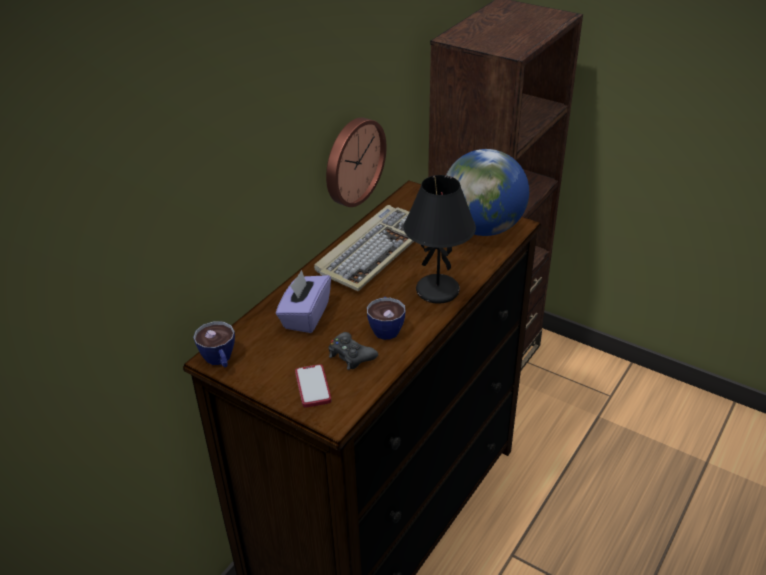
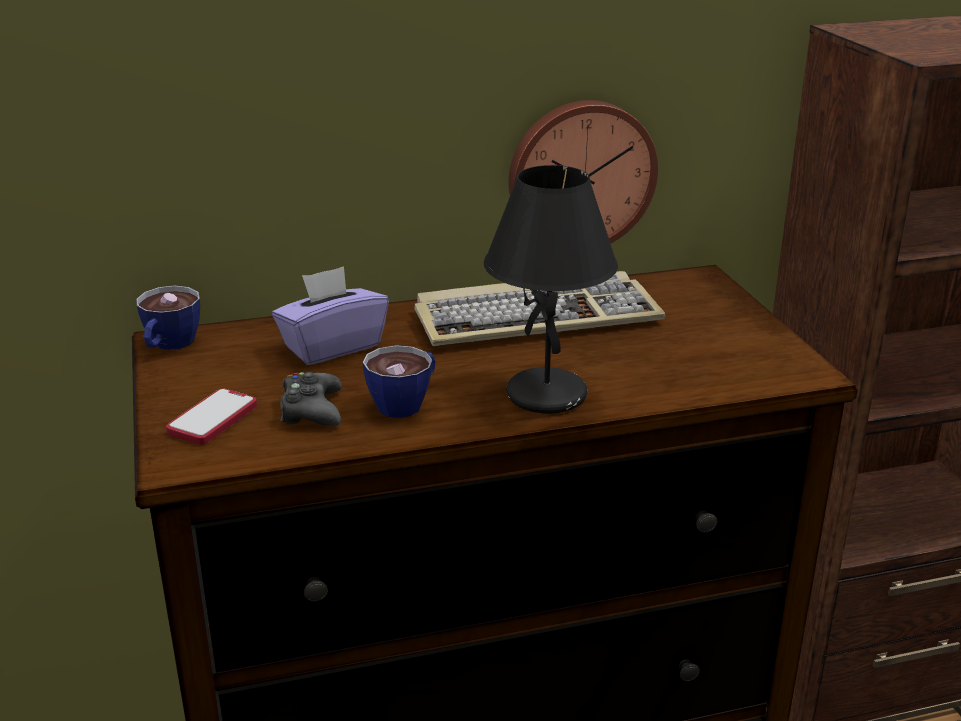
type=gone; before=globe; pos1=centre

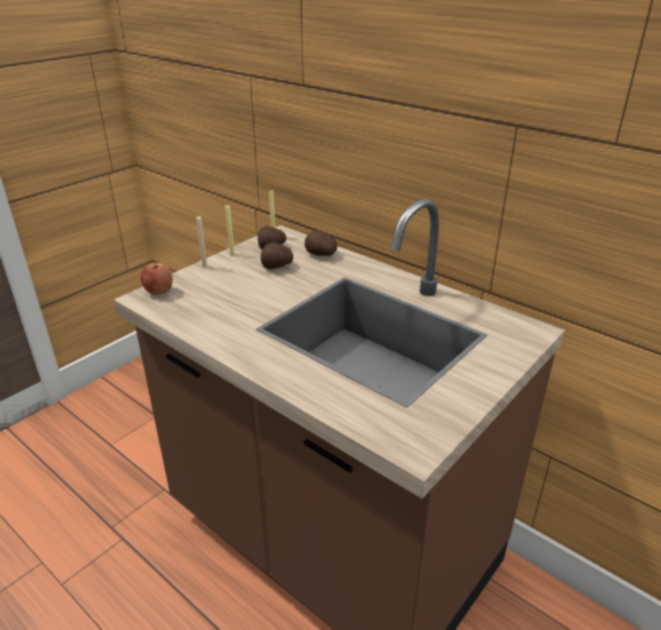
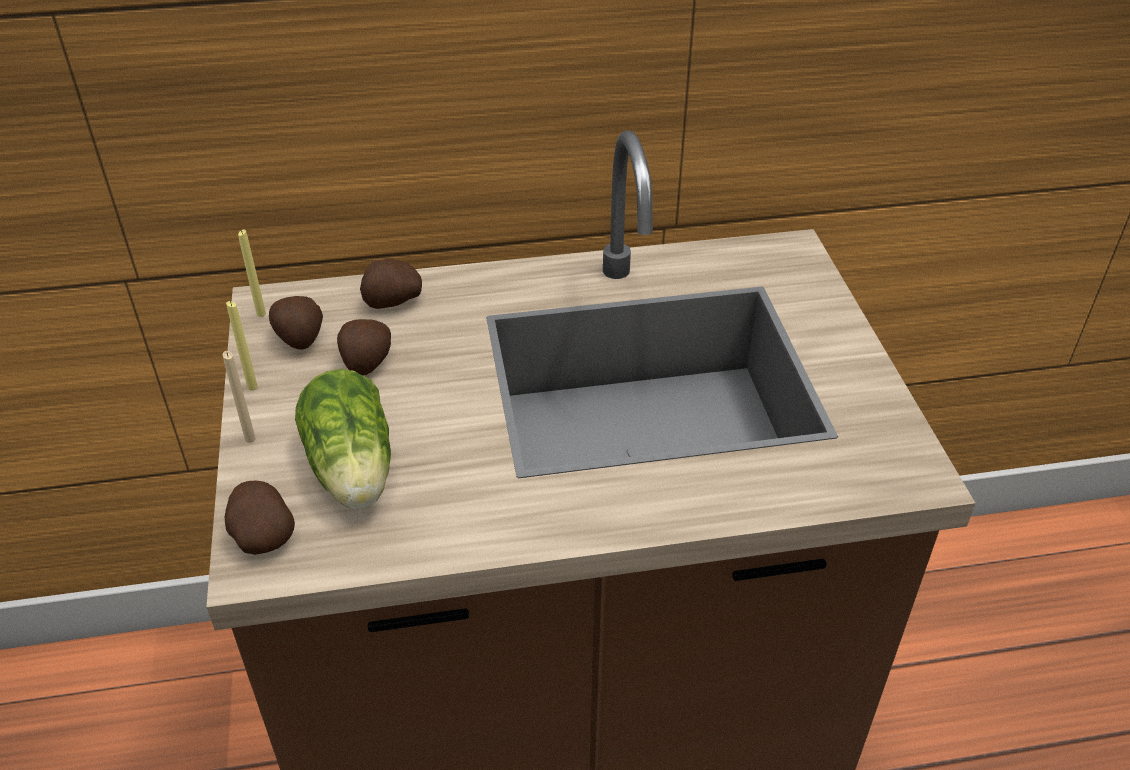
type=new; after=lettuce; pos2=middle left
type=swapped; before=apple; after=potato (no. 1 from left); pos1=middle left; pos2=bottom left

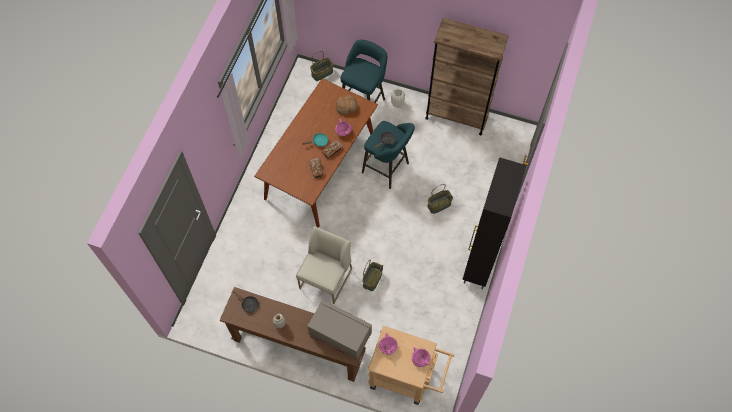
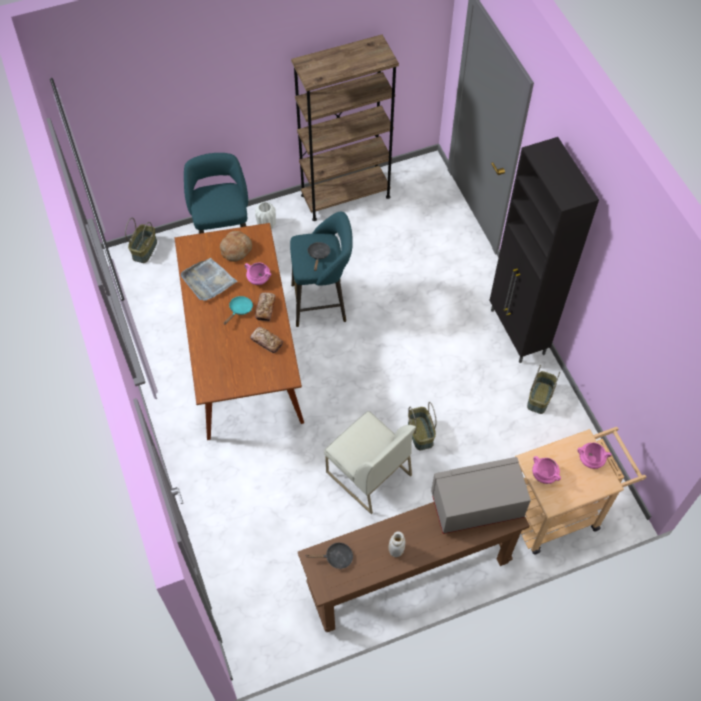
type=new; after=grey tray; pos2=middle left
type=shifted; before=basket (no. 3 from left); pos1=centre; pos2=middle right
type=rotated; before=white chair; pos1=centre; pos2=centre; turn=150

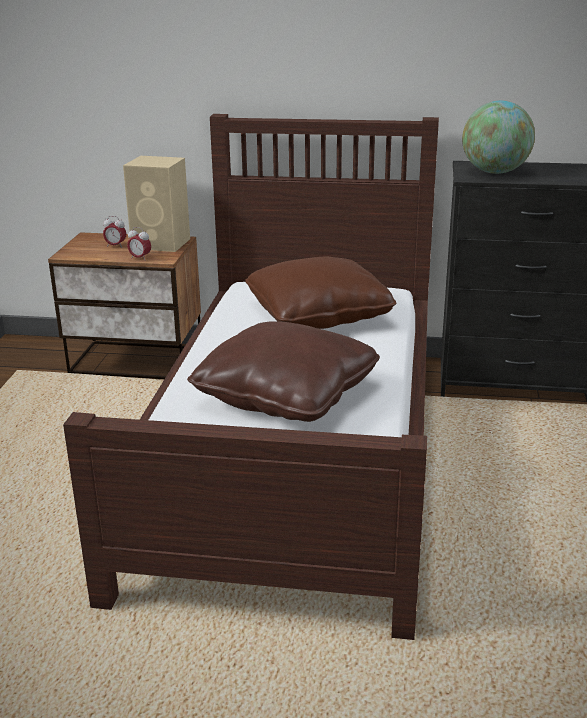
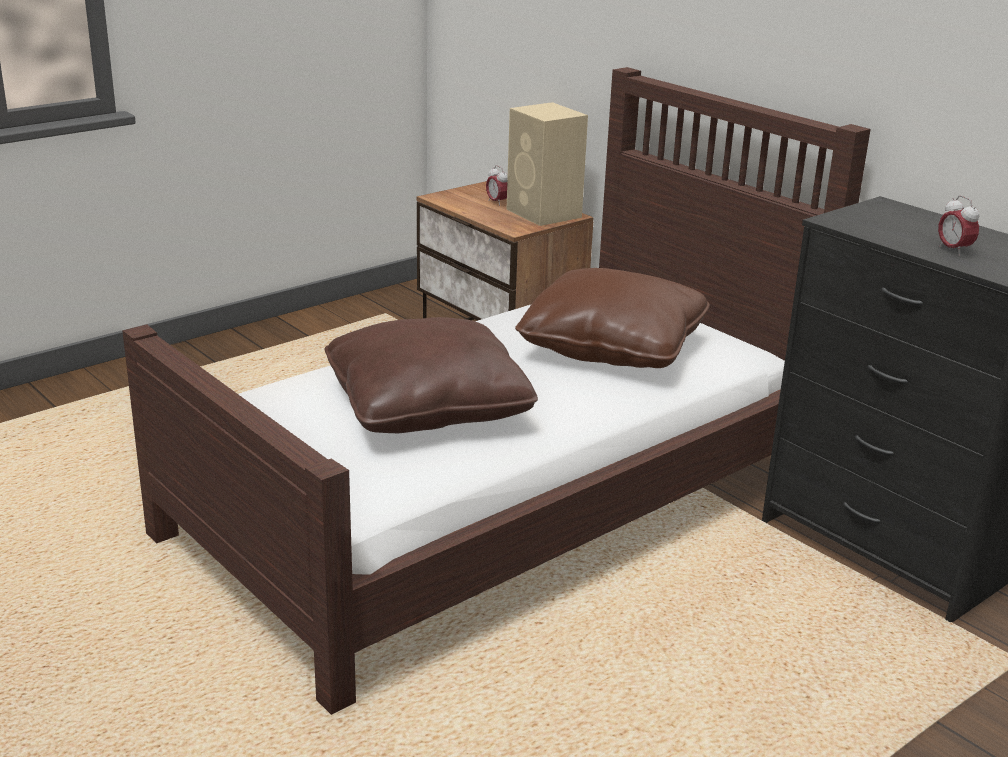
type=gone; before=globe; pos1=top right
type=shifted; before=alarm clock (no. 2 from left); pos1=middle left; pos2=top right

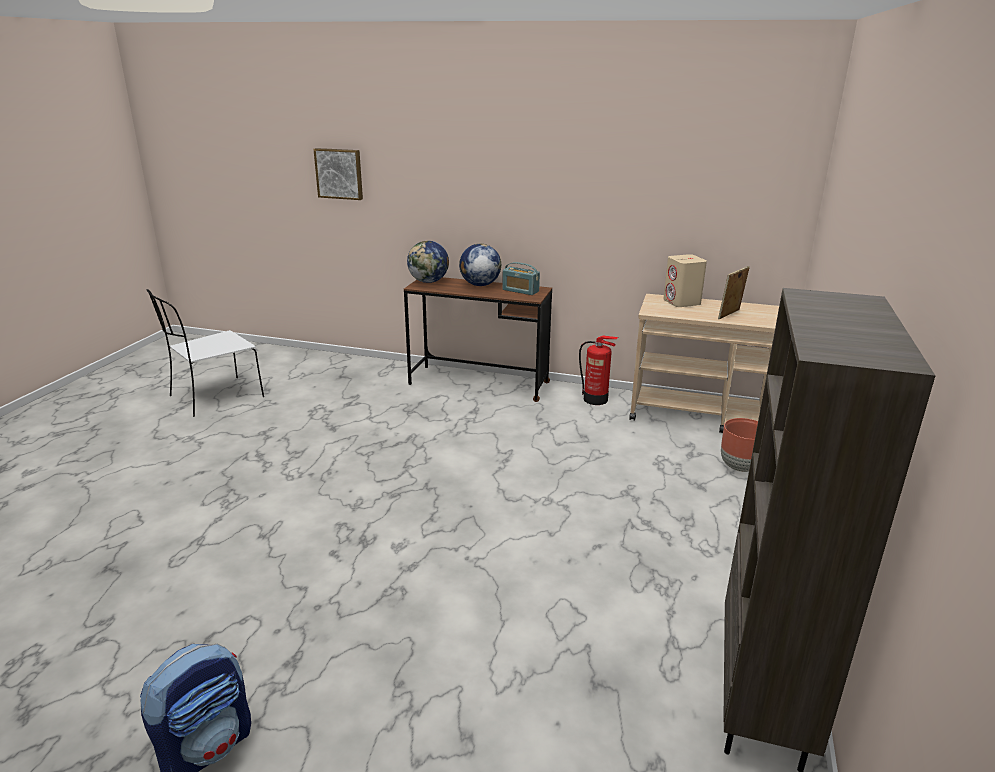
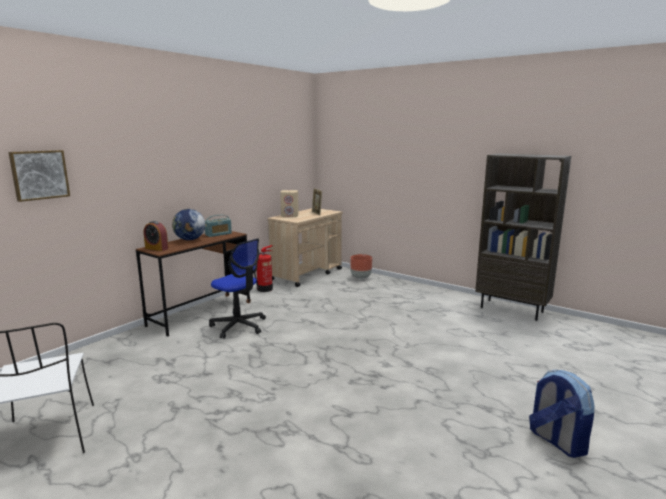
type=new; after=office chair; pos2=centre
type=swapped; before=globe (no. 1 from left); after=alarm clock; pos1=centre; pos2=middle left

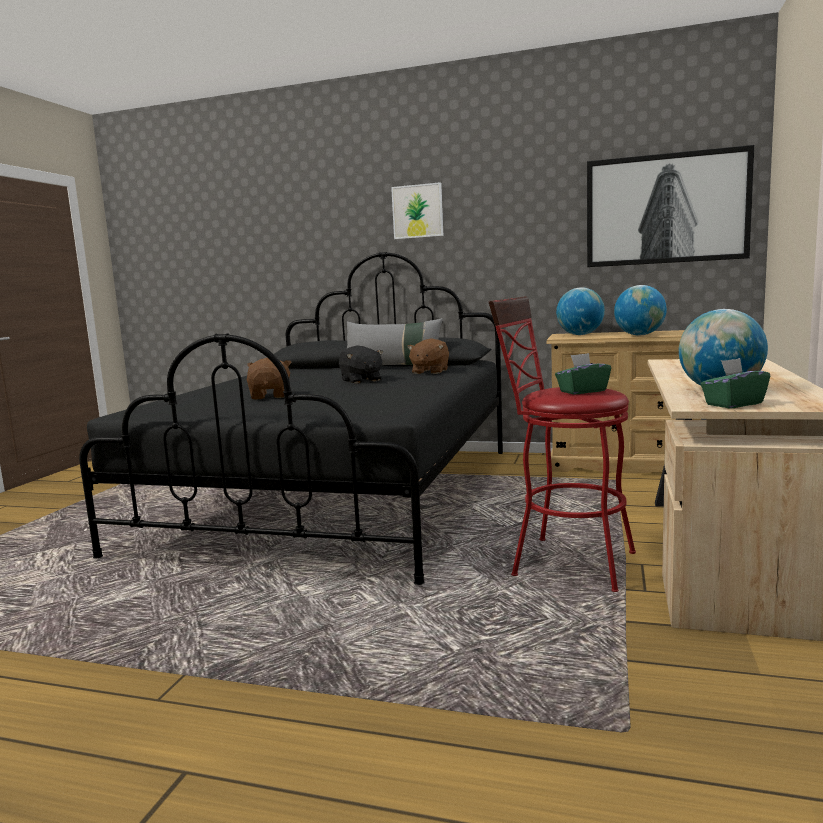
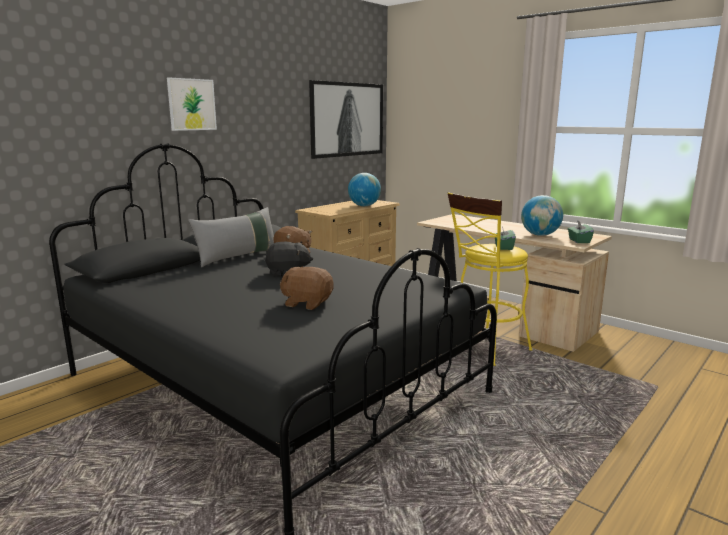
type=gone; before=globe (no. 1 from left); pos1=middle right
type=repainted; before=red stool; after=yellow stool; pos1=middle right; pos2=middle right

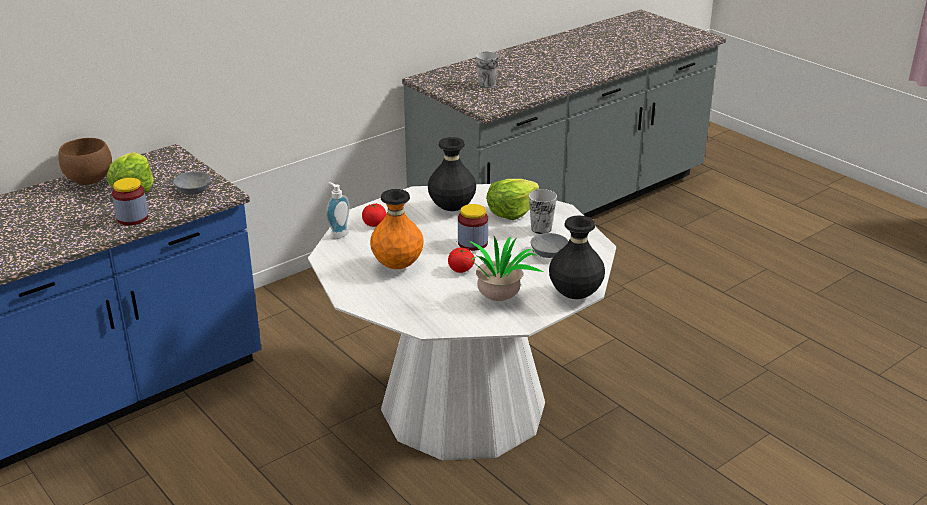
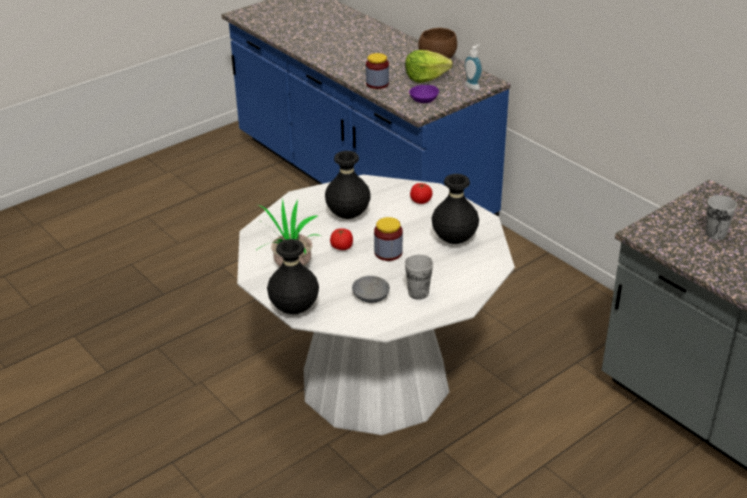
type=gone; before=lettuce (no. 2 from left); pos1=centre
type=shifted; before=soap dispenser; pos1=centre; pos2=top centre
type=repainted; before=grey bowl (no. 1 from left); after=purple bowl; pos1=middle left; pos2=top centre
type=repainted; before=orange vase; after=black vase (no. 2 from left); pos1=centre; pos2=centre

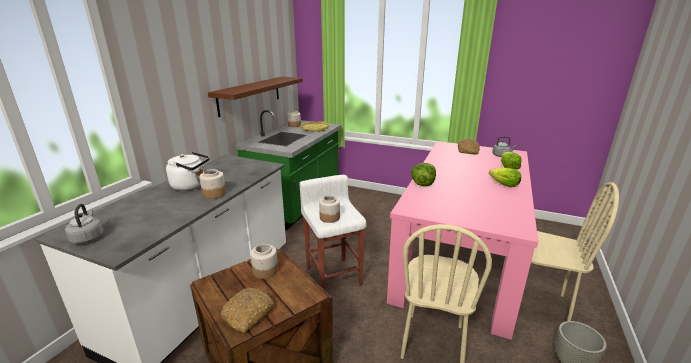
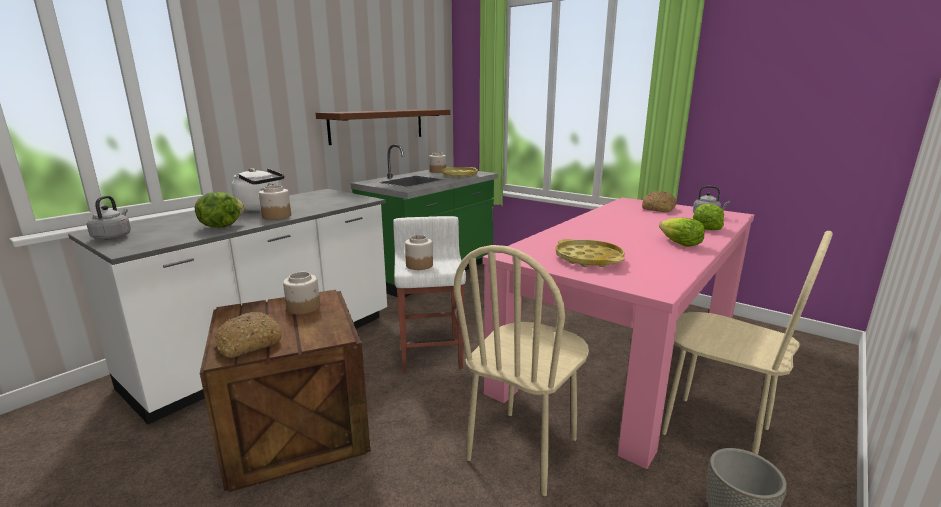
type=new; after=yellow tray (no. 2 from left); pos2=centre
type=shifted; before=lettuce (no. 1 from left); pos1=centre; pos2=middle left

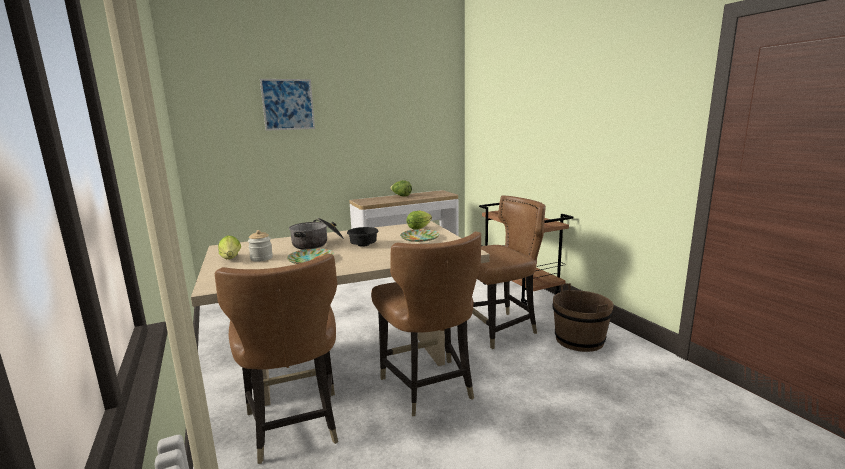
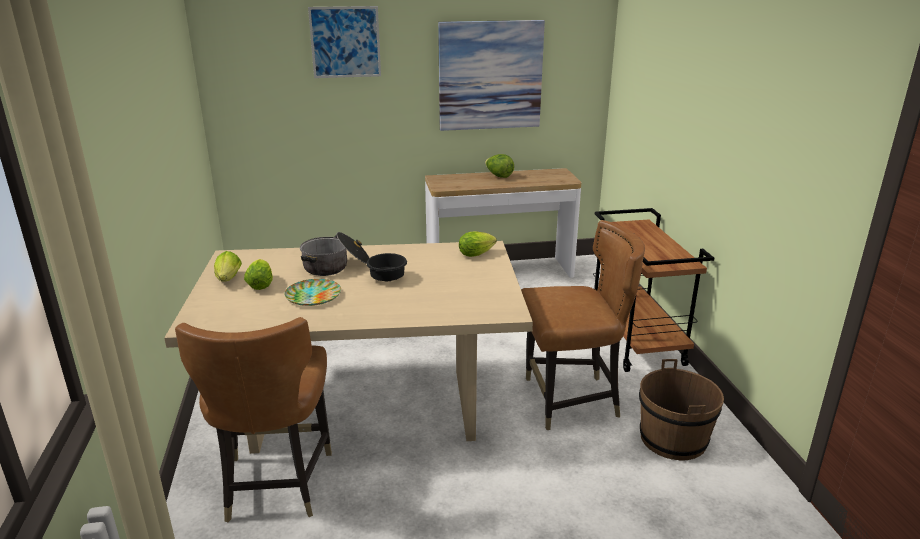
type=gone; before=brown chair (no. 2 from left); pos1=bottom centre
type=gone; before=plate (no. 2 from left); pos1=centre
type=new; after=picture (no. 2 from left); pos2=top centre
type=swapped; before=jar; after=lettuce (no. 2 from left); pos1=middle left; pos2=middle left

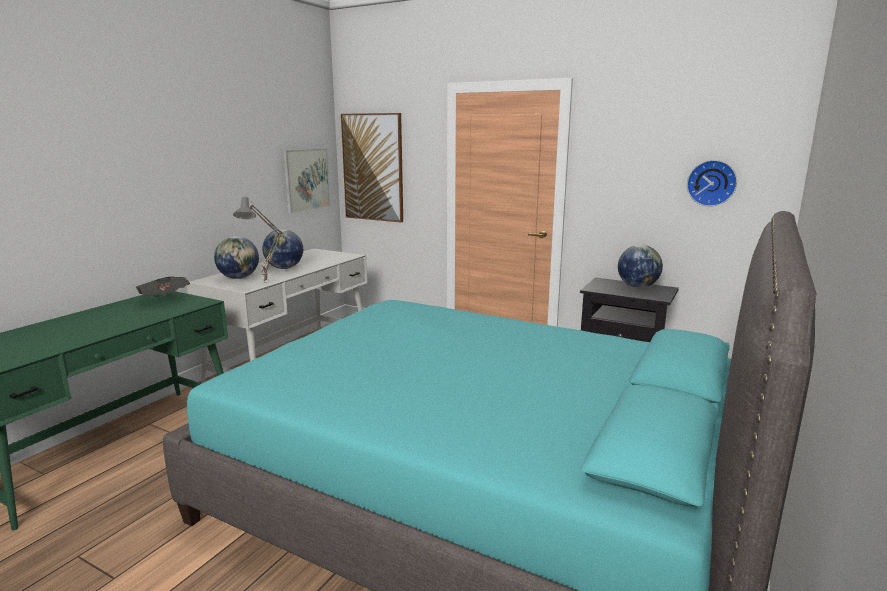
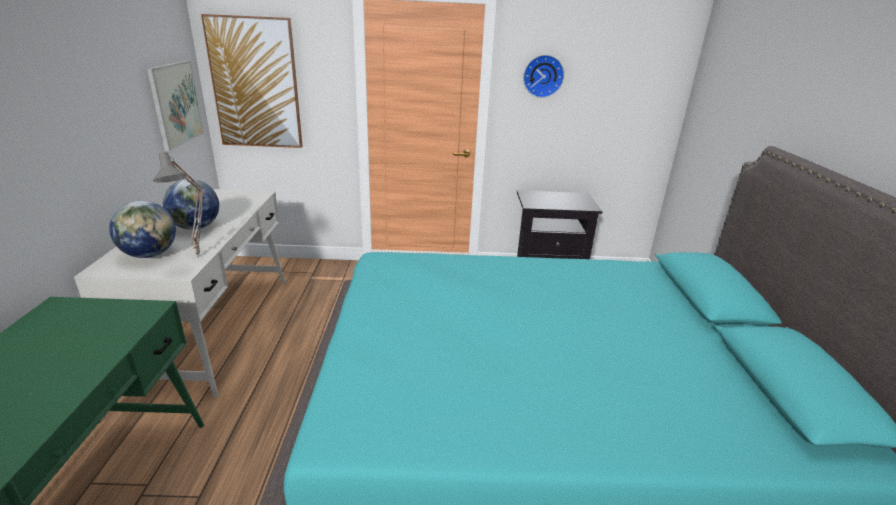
type=gone; before=newspaper; pos1=middle left
type=gone; before=globe (no. 3 from left); pos1=middle right
type=shifted; before=wall clock; pos1=top right; pos2=top centre

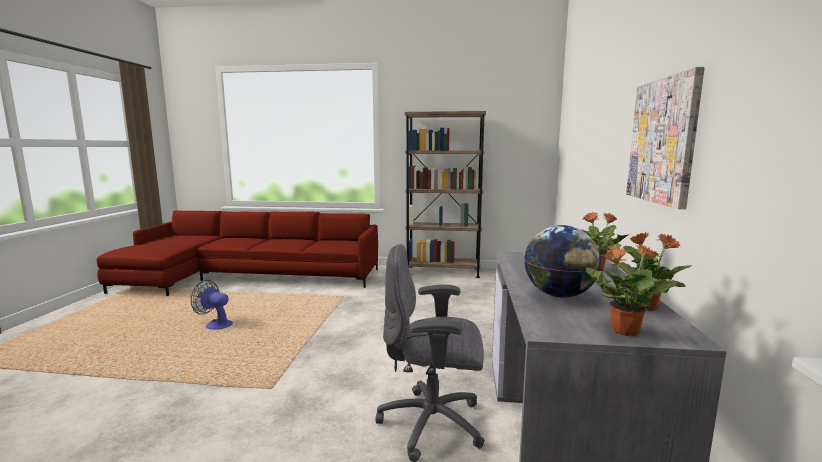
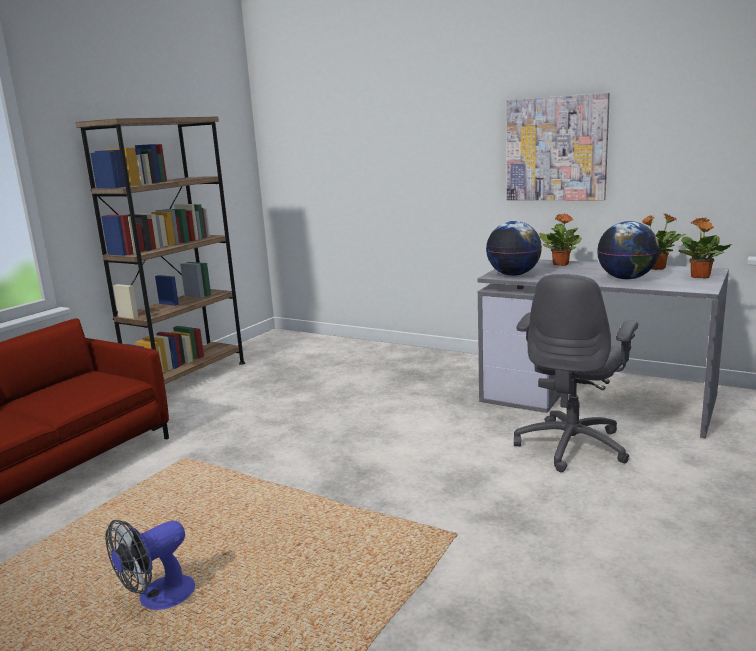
type=new; after=globe (no. 1 from left); pos2=middle right

